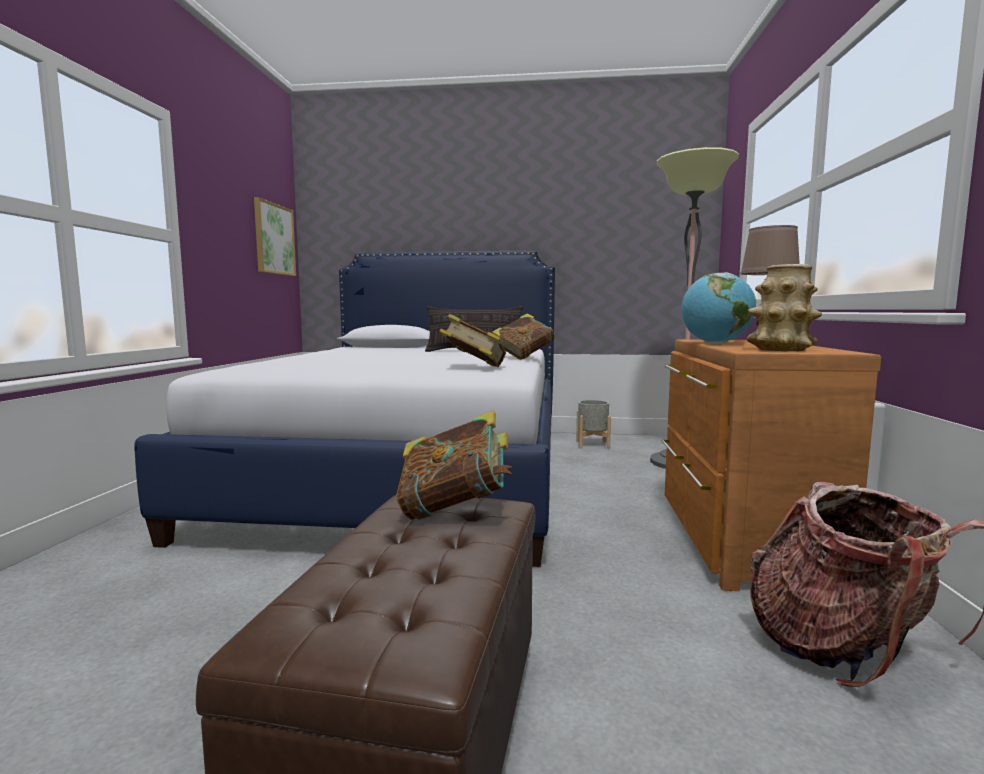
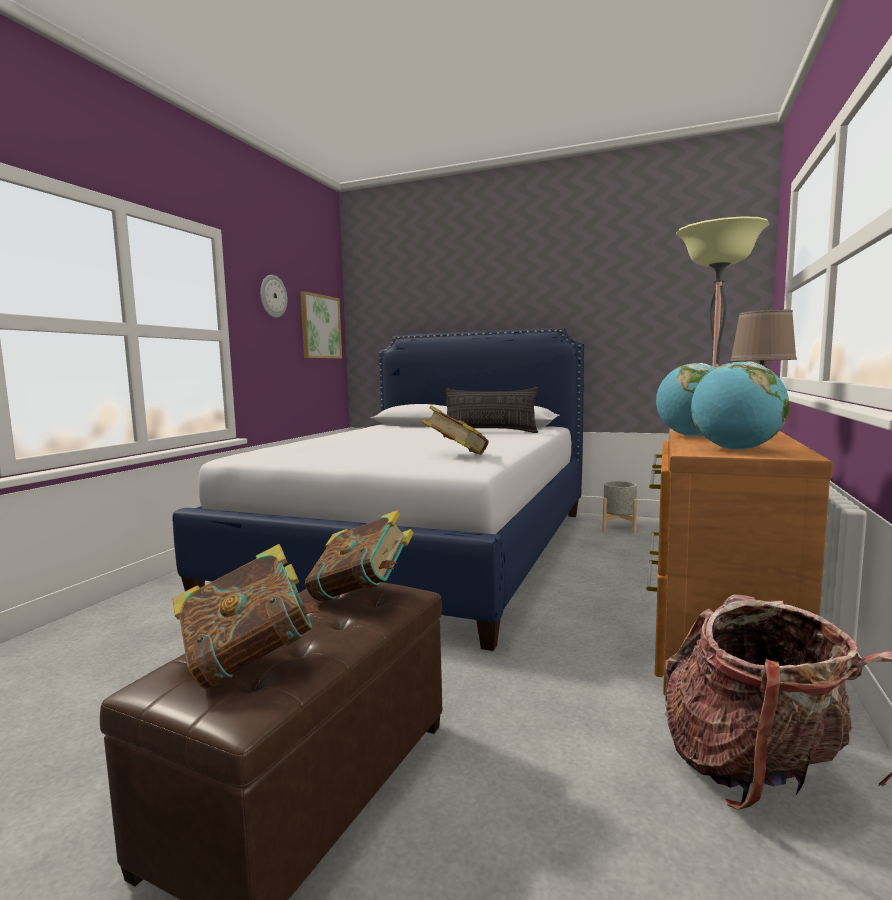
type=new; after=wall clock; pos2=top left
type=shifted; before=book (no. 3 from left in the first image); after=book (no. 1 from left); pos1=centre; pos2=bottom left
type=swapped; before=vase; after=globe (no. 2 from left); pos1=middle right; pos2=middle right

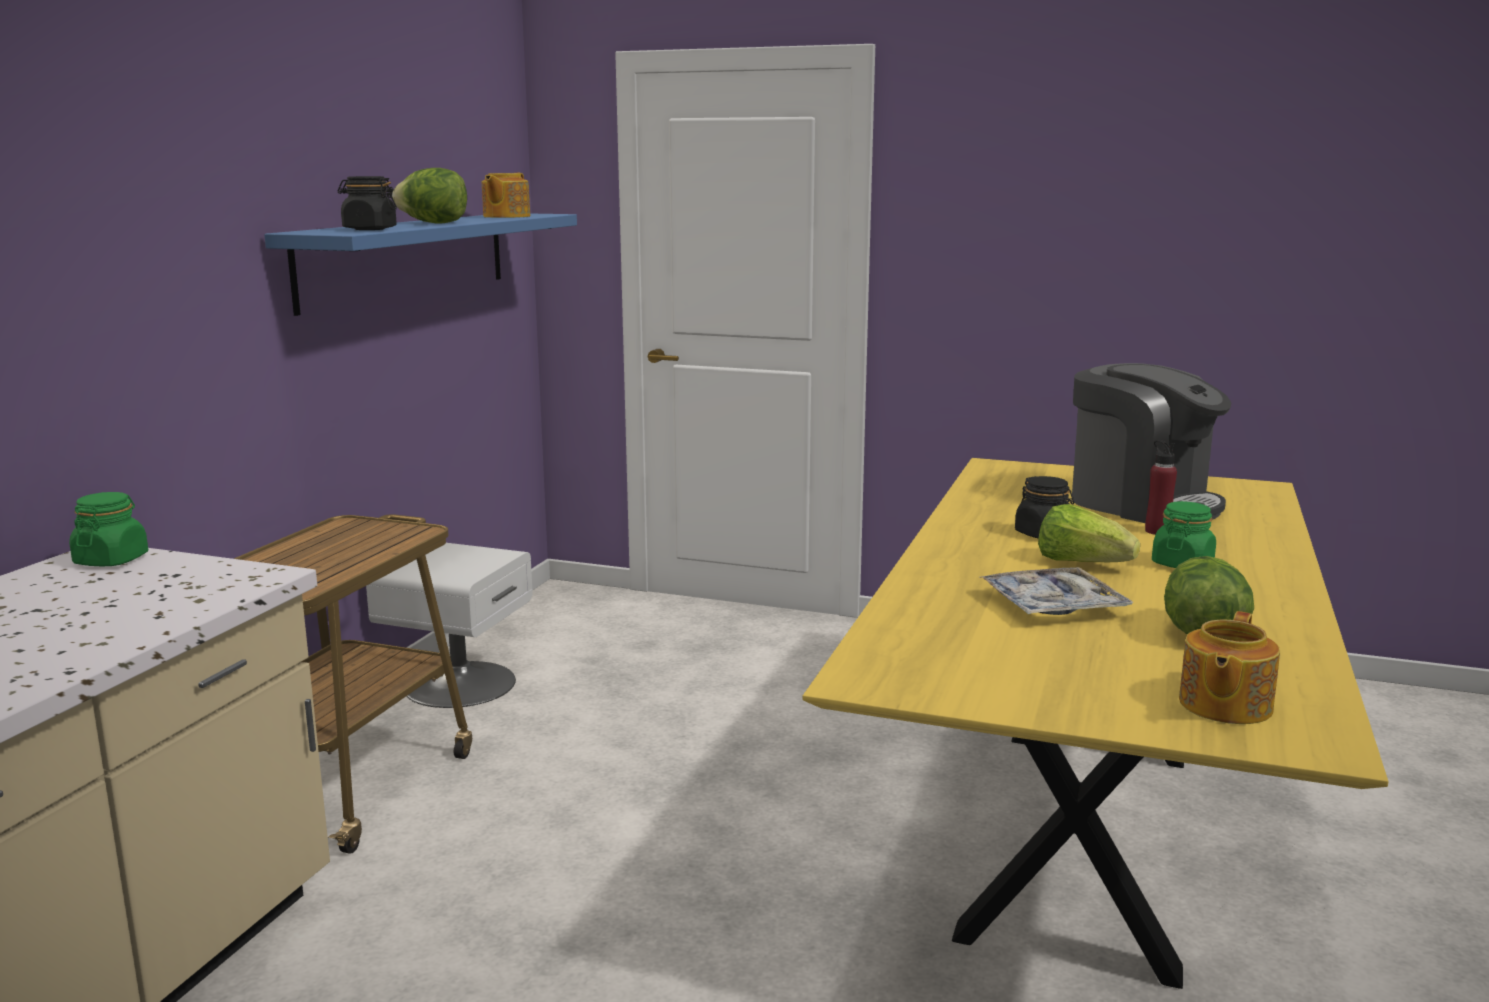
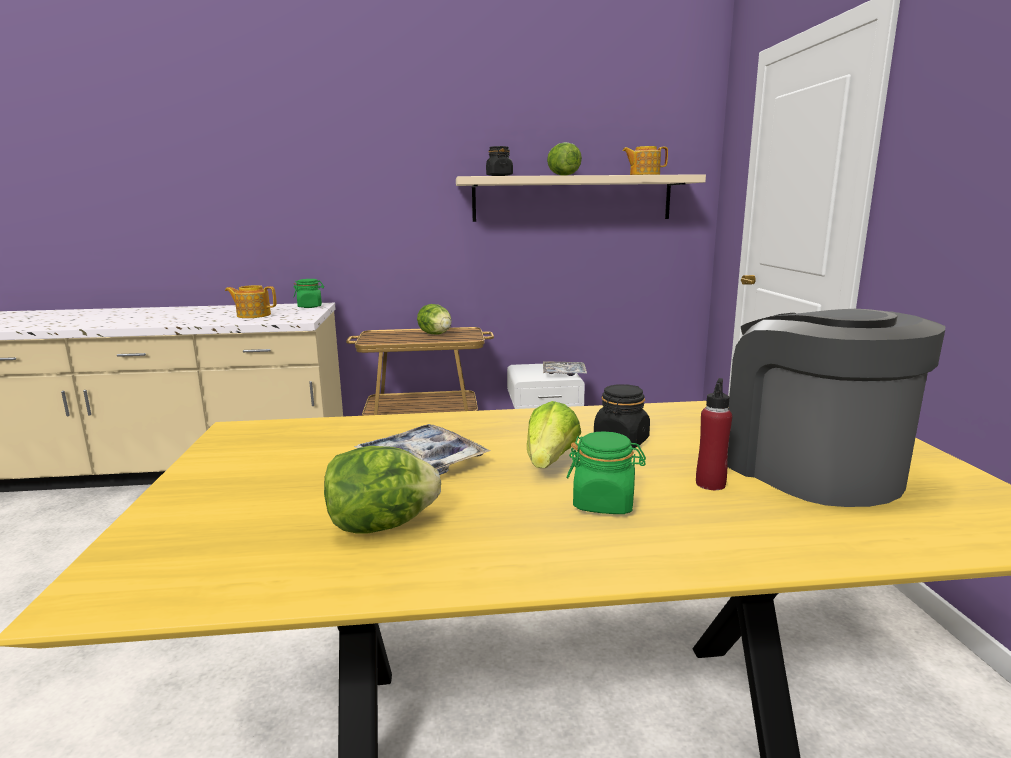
type=new; after=lettuce (no. 2 from left); pos2=centre
type=new; after=tray (no. 2 from left); pos2=centre
type=shifted; before=teapot (no. 2 from left in the first image); after=teapot (no. 1 from left); pos1=middle right; pos2=middle left
type=repainted; before=blue shelf; after=beige shelf; pos1=top left; pos2=top centre
type=rotated; before=coffee machine; pos1=middle right; pos2=middle right; turn=135

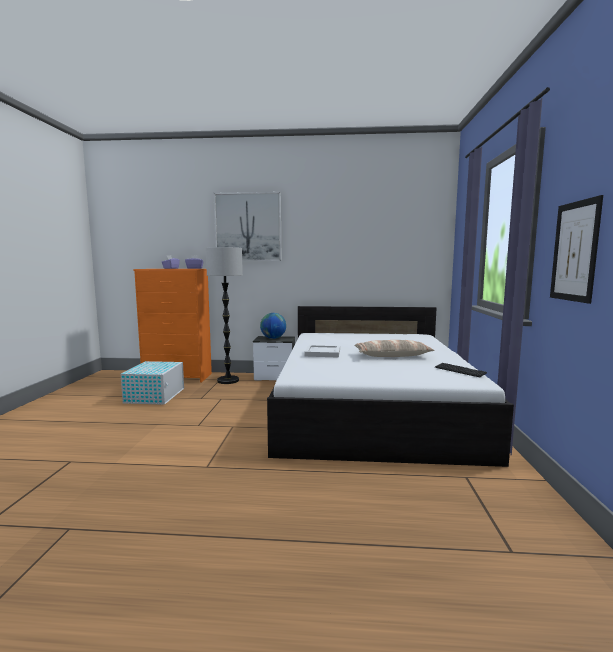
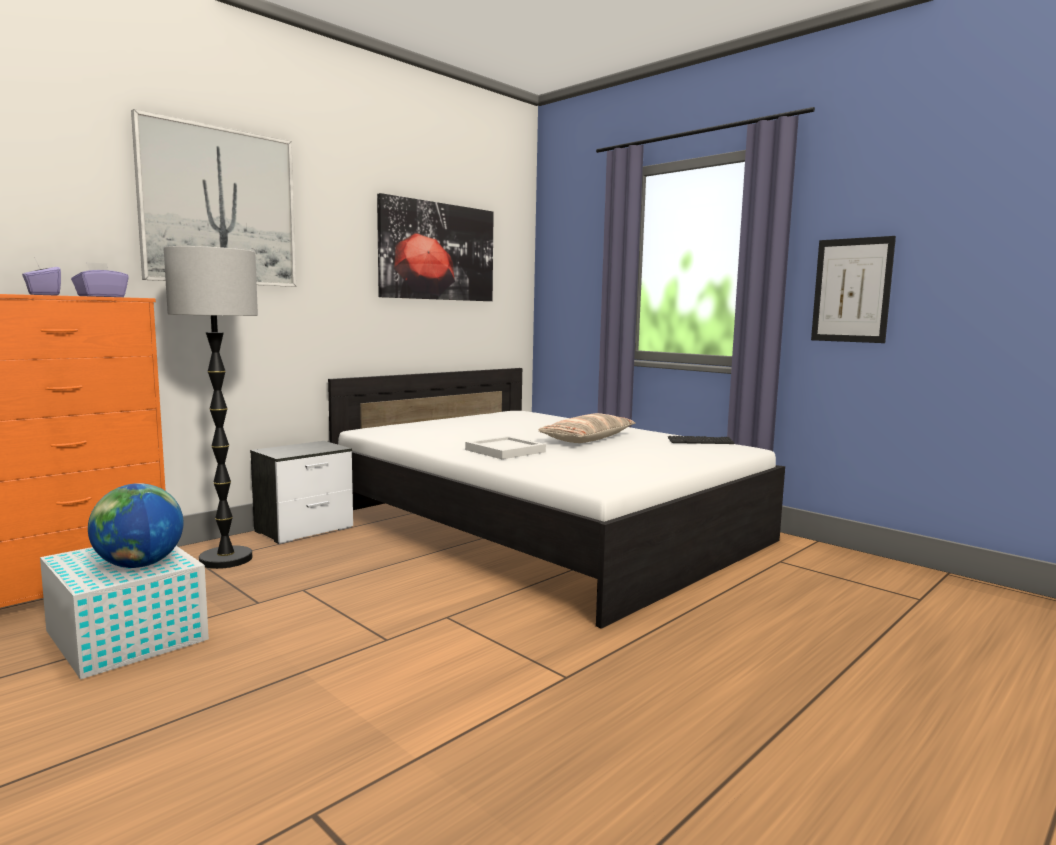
type=new; after=picture (no. 2 from left); pos2=top centre
type=shifted; before=globe; pos1=centre; pos2=middle left

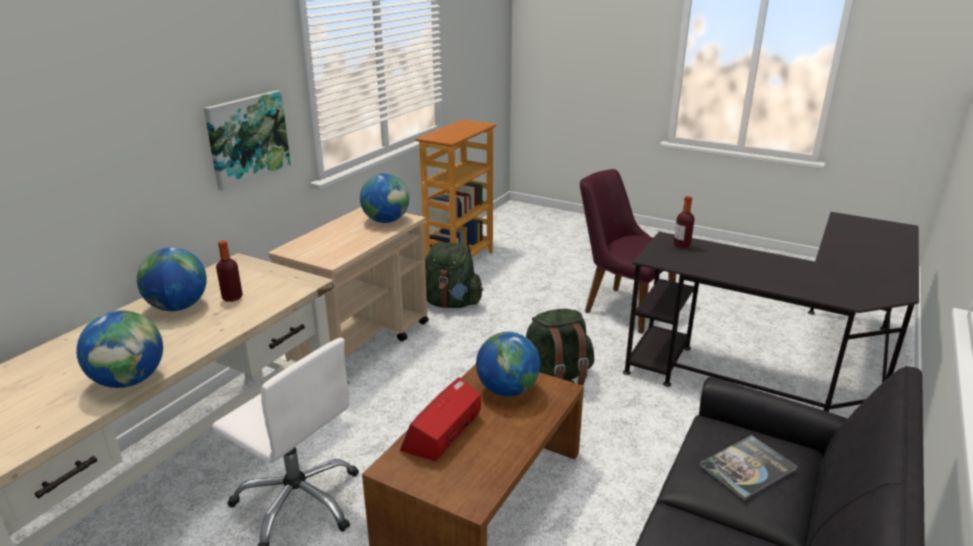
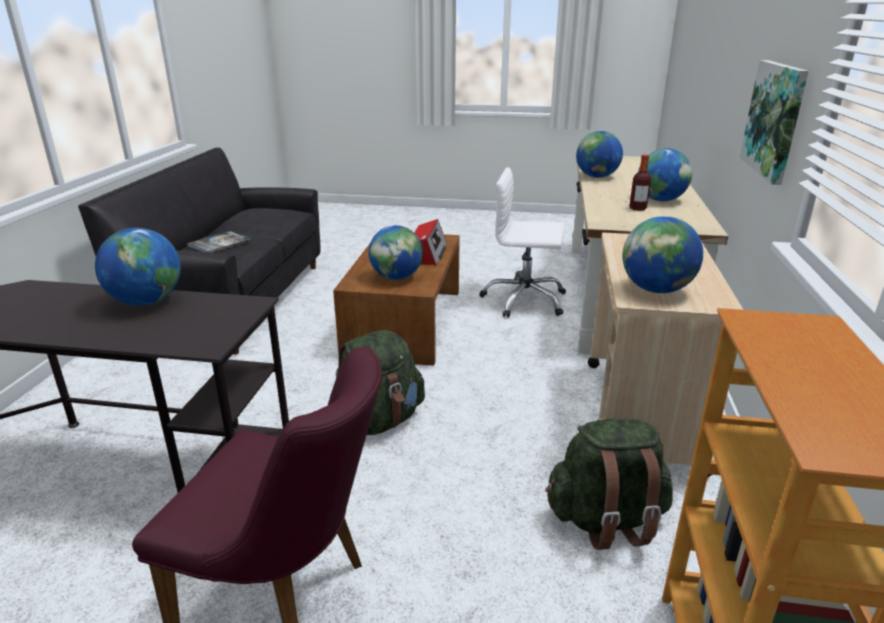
type=gone; before=bottle (no. 2 from left); pos1=middle right
type=new; after=globe (no. 1 from left); pos2=middle left

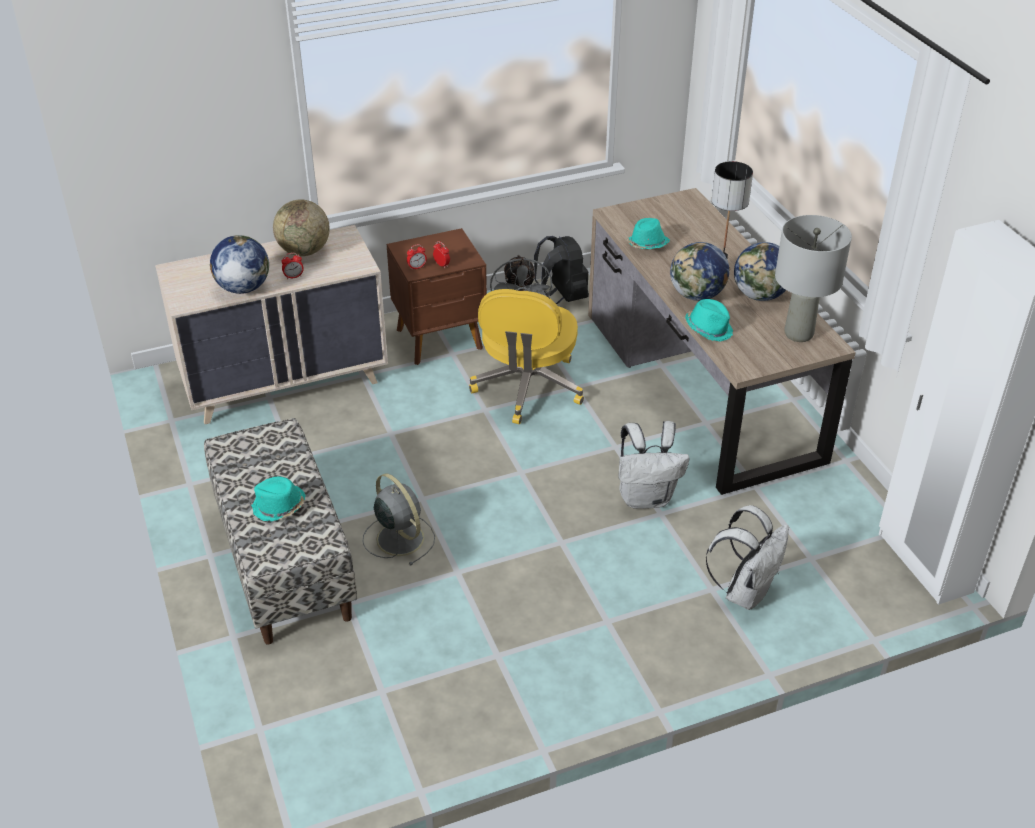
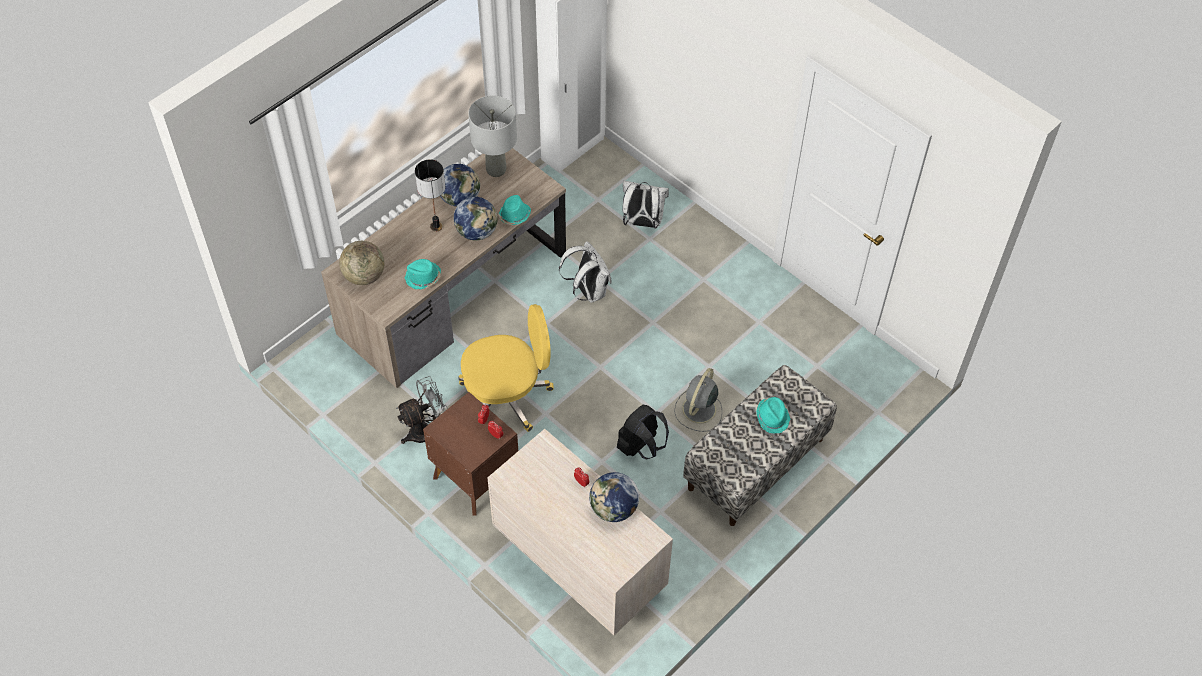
type=shifted; before=globe (no. 2 from left in the first image); after=globe (no. 1 from left); pos1=top left; pos2=middle left
type=shifted; before=black backpack; pos1=top centre; pos2=centre

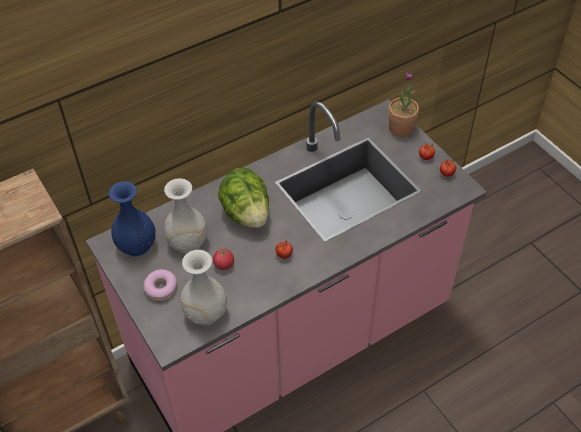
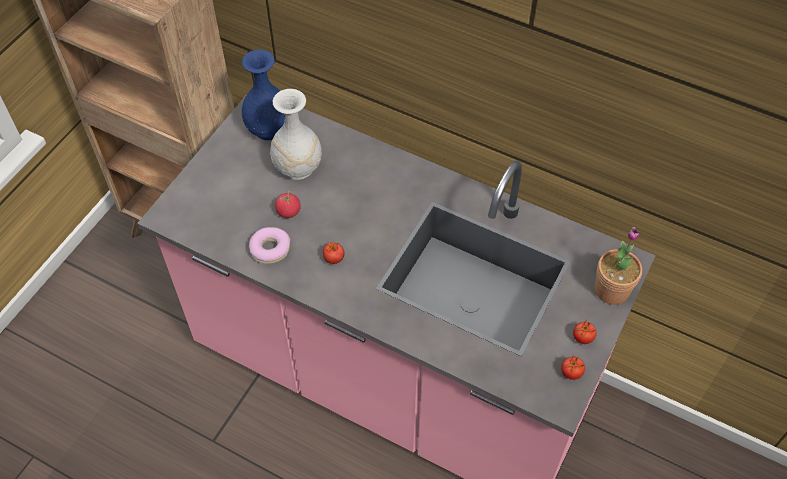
type=gone; before=white vase (no. 2 from left); pos1=centre
type=gone; before=lettuce; pos1=centre
type=shifted; before=donut; pos1=middle left; pos2=centre

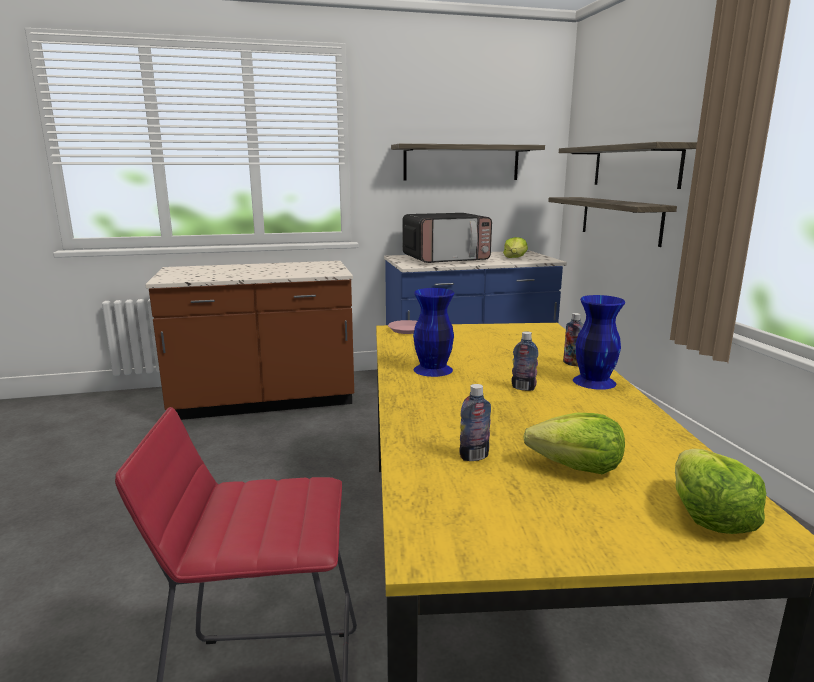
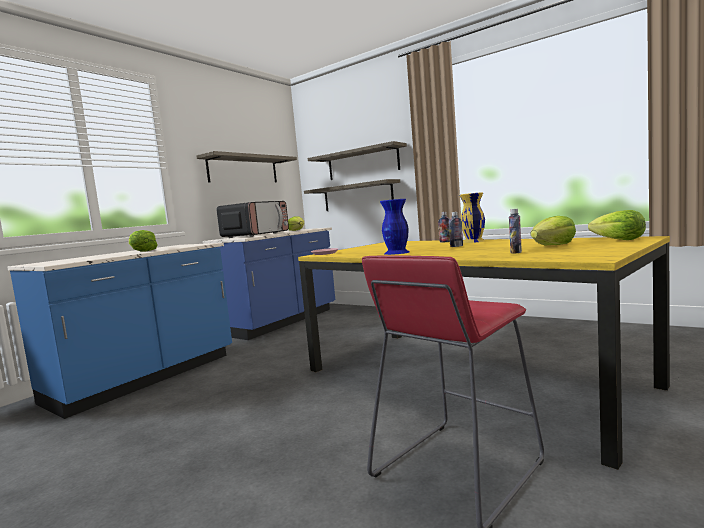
type=new; after=lettuce (no. 1 from left); pos2=middle left
type=repainted; before=brown counter; after=blue counter (no. 1 from left); pos1=middle left; pos2=middle left
type=repainted; before=blue vase (no. 2 from left); after=yellow vase; pos1=middle right; pos2=middle right

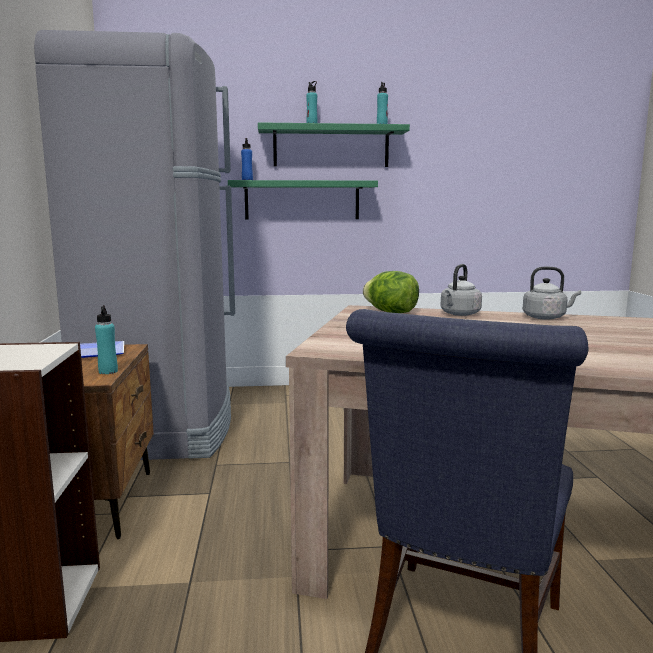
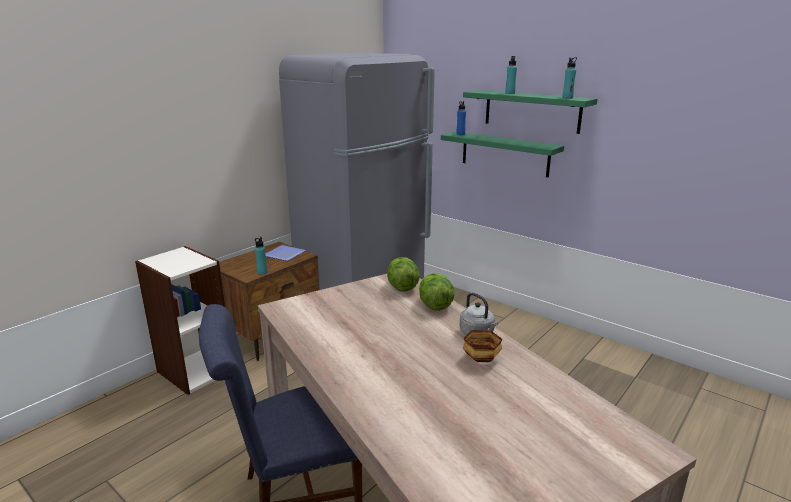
type=new; after=bowl; pos2=bottom centre
type=swapped; before=grey kettle (no. 1 from left); after=lettuce (no. 2 from left); pos1=middle right; pos2=centre

